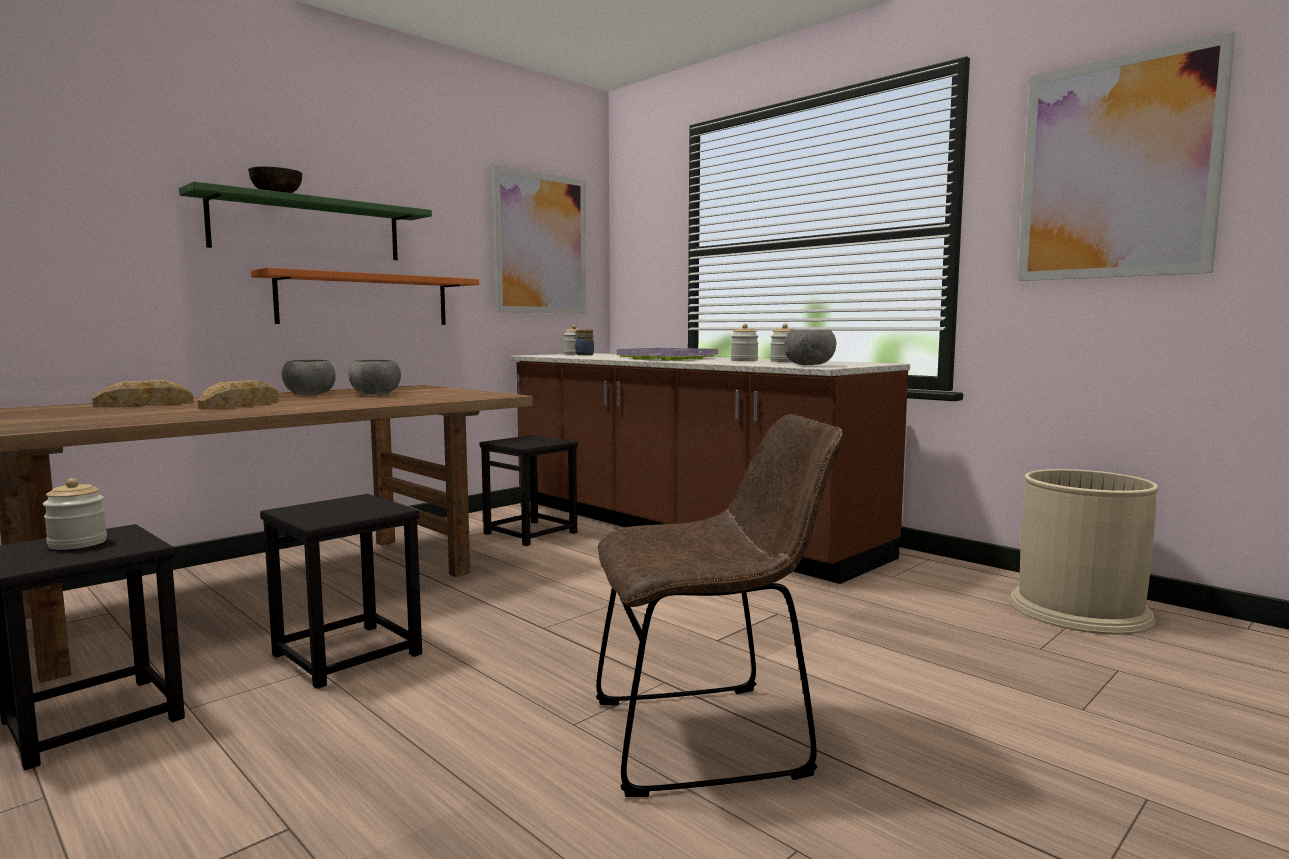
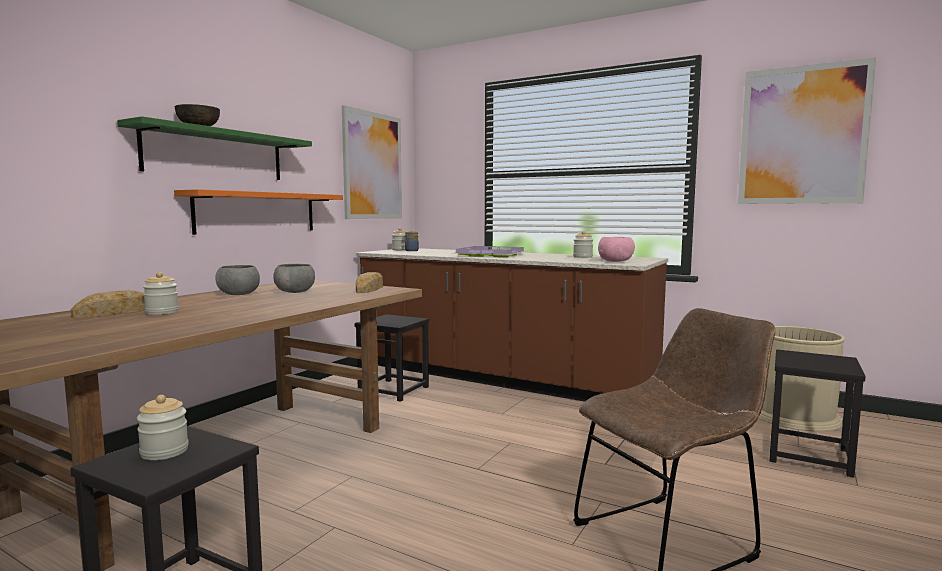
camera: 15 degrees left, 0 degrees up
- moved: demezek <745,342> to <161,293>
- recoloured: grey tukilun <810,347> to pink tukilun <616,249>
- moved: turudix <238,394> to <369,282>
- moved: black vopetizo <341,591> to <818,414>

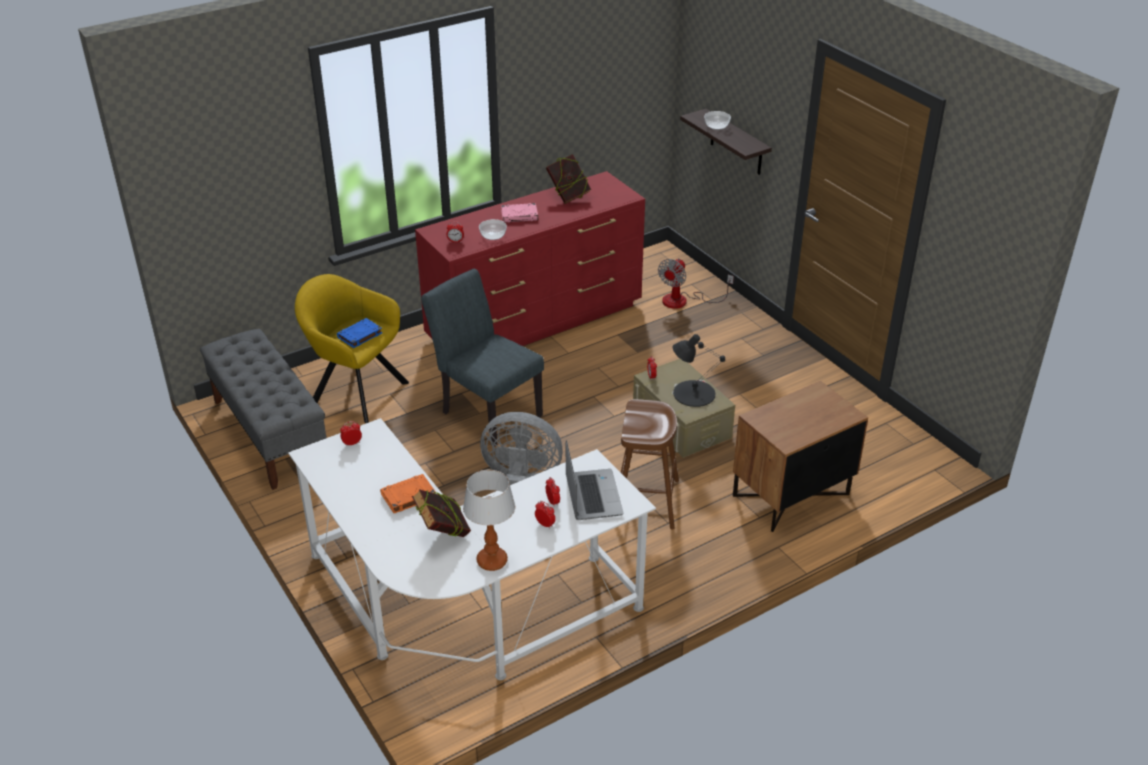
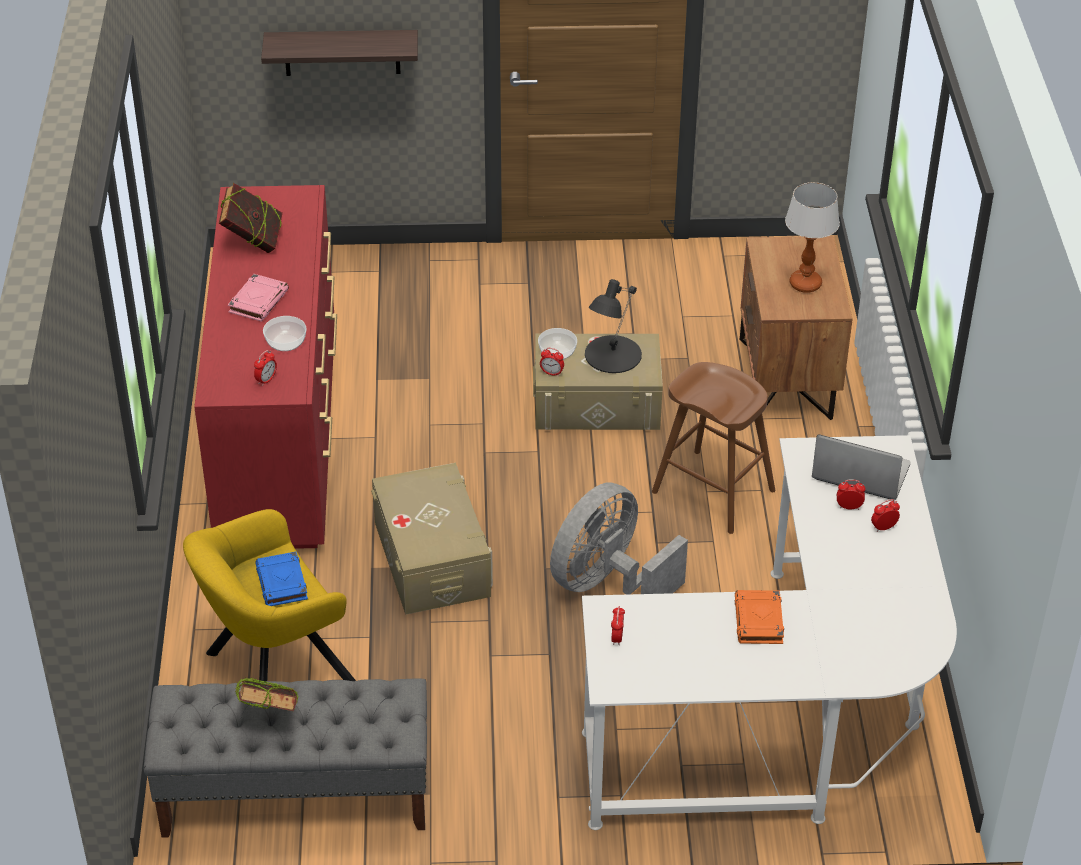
camera: 60 degrees left, 5 degrees up
- moved: tukilun <717,120> to <557,344>
- removed: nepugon <696,283>
- replaced: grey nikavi <482,357> to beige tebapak <432,539>
- moved: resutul <489,520> to <812,237>
- moved: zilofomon <441,513> to <266,694>

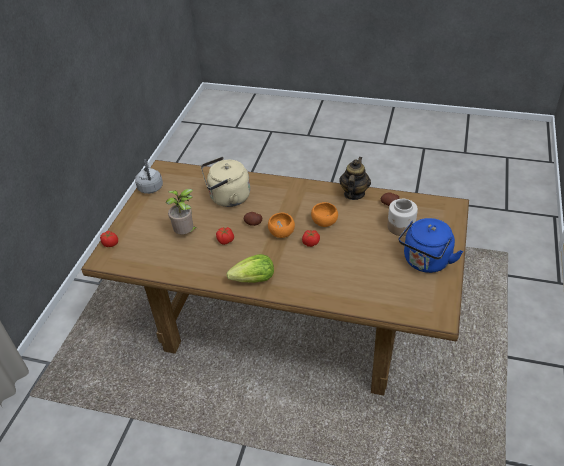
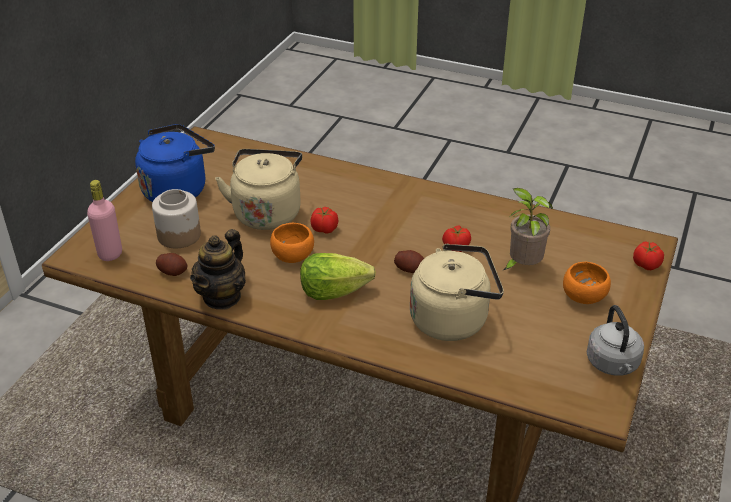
camera: 175 degrees left, 5 degrees down
- moved: orange tukilun <281,225> to <587,283>
- moved: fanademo <250,268> to <338,276>
- added: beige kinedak <258,189>
- added: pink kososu <104,220>

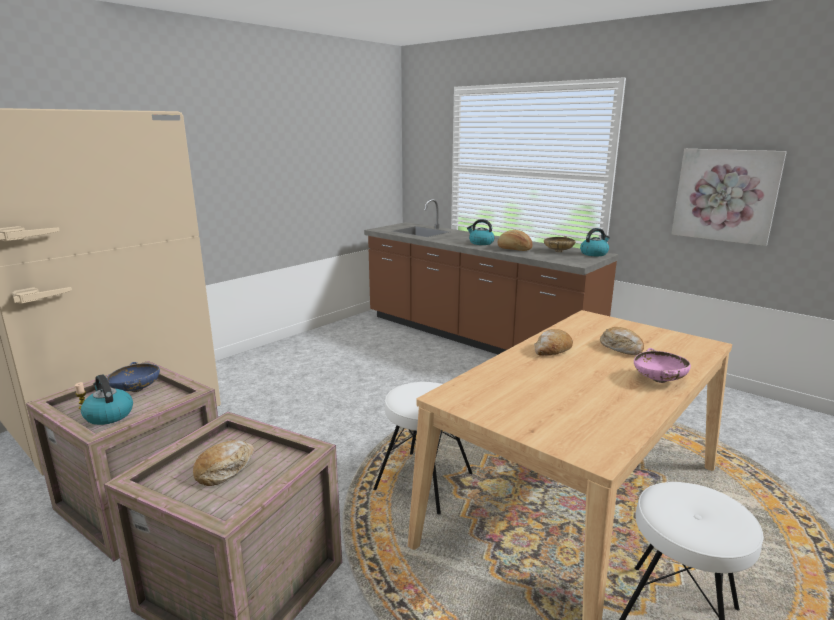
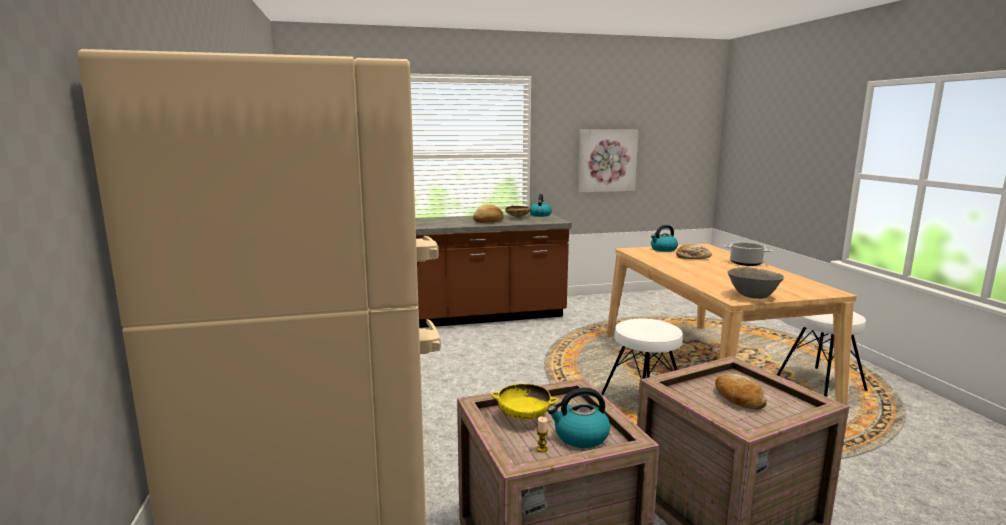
camera: 55 degrees left, 5 degrees down
- moved: kinedak <481,232> to <664,238>
- removed: turudix <553,342>
- replaced: pink tukilun <662,365> to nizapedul <748,254>
- recoloured: blue tukilun <133,377> to yellow tukilun <524,402>
- added: grey tukilun <755,283>

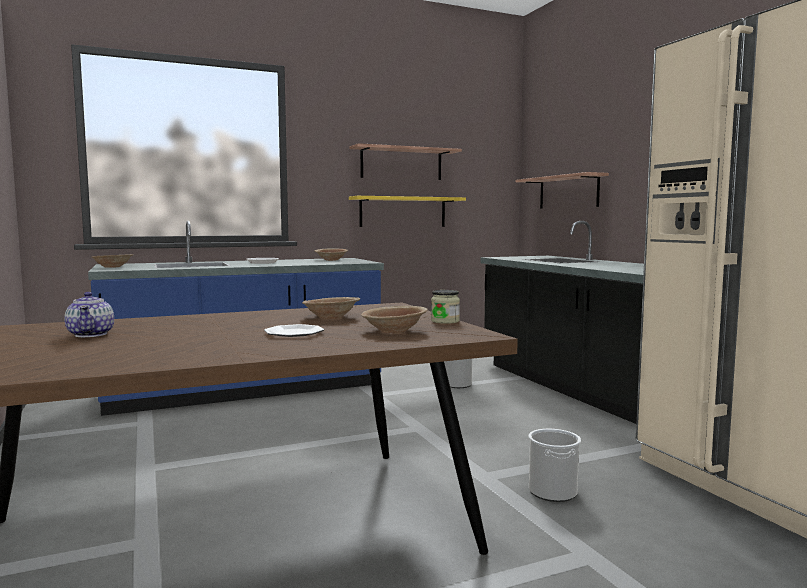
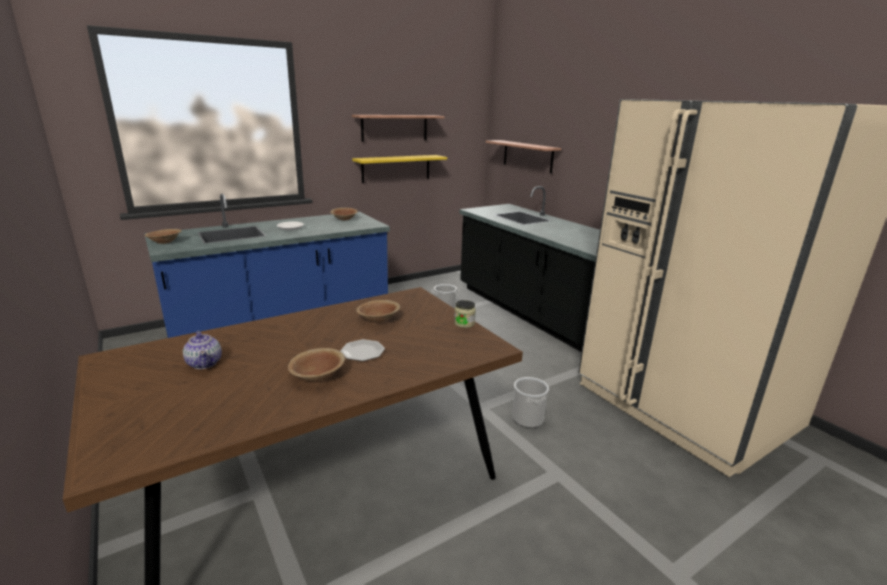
camera: 10 degrees left, 15 degrees up
- moved: brown tukilun <394,319> to <316,365>

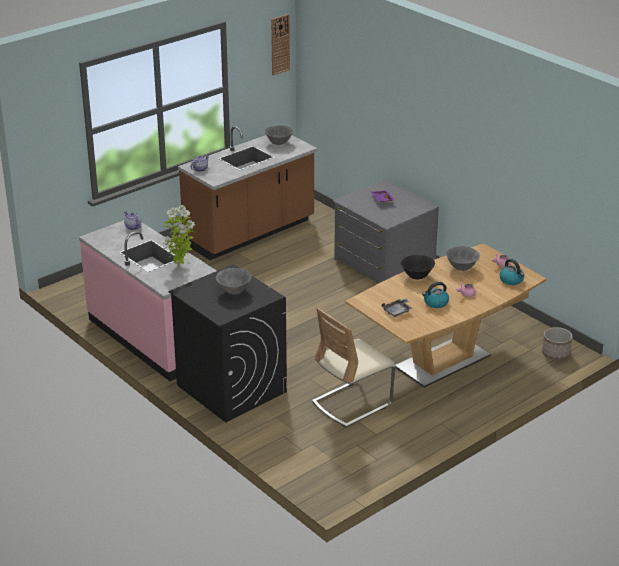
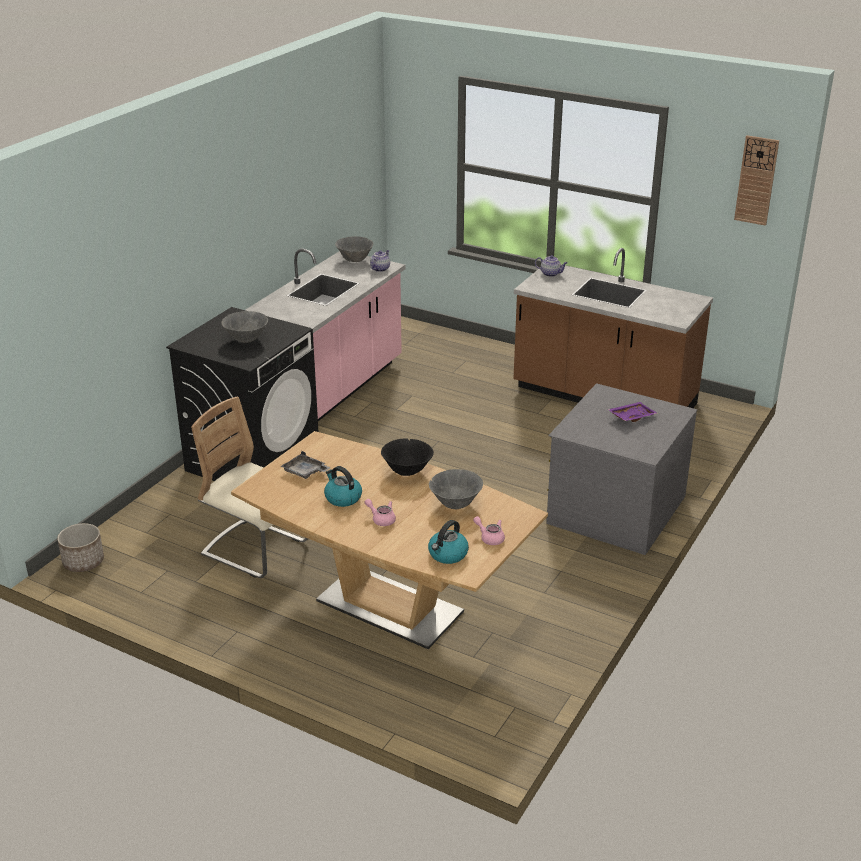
camera: 70 degrees right, 0 degrees up
- moved: grey tukilun <279,135> to <354,249>
- removed: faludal <178,236>
- moved: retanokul <557,343> to <80,547>

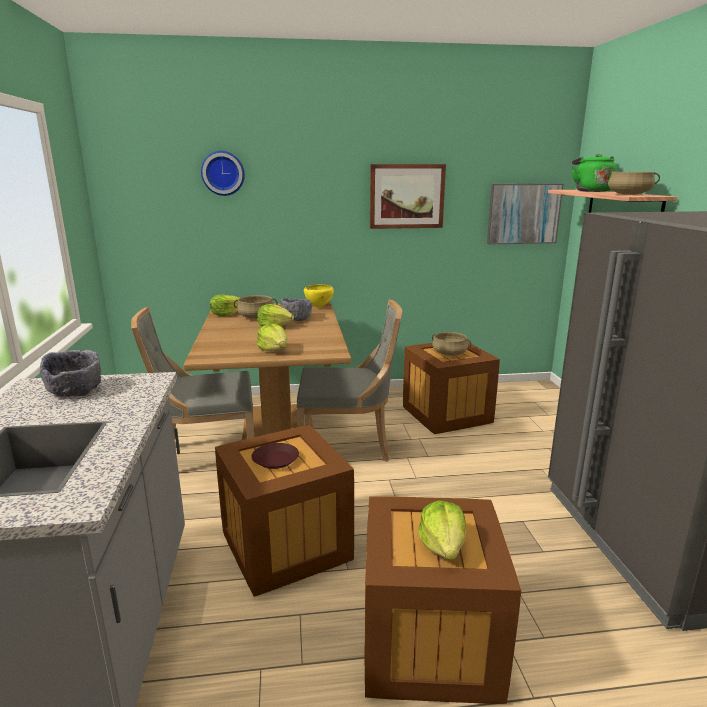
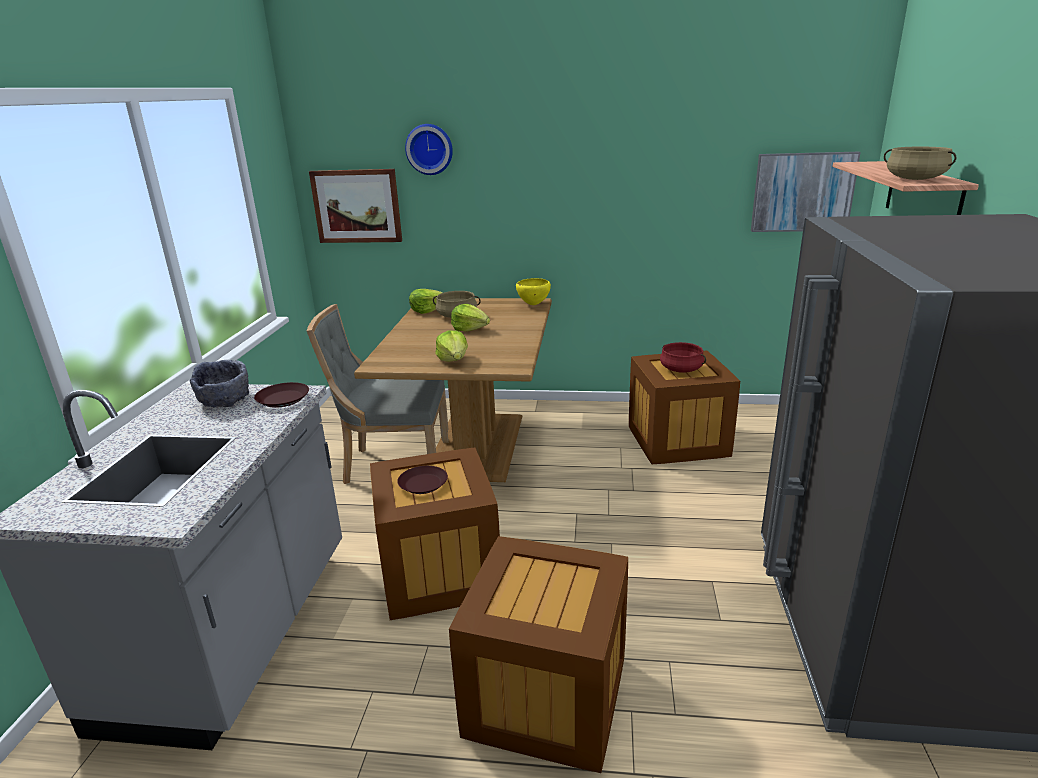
camera: 15 degrees right, 5 degrees up
- removed: green kinedak <594,173>
- moved: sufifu <408,196> to <355,206>
- removed: grey tukilun <296,309>
- removed: grey nikavi <349,381>
- recoloured: beige nizapedul <451,344> to red nizapedul <683,357>
- removed: fanademo <442,529>
- added: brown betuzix <281,395>

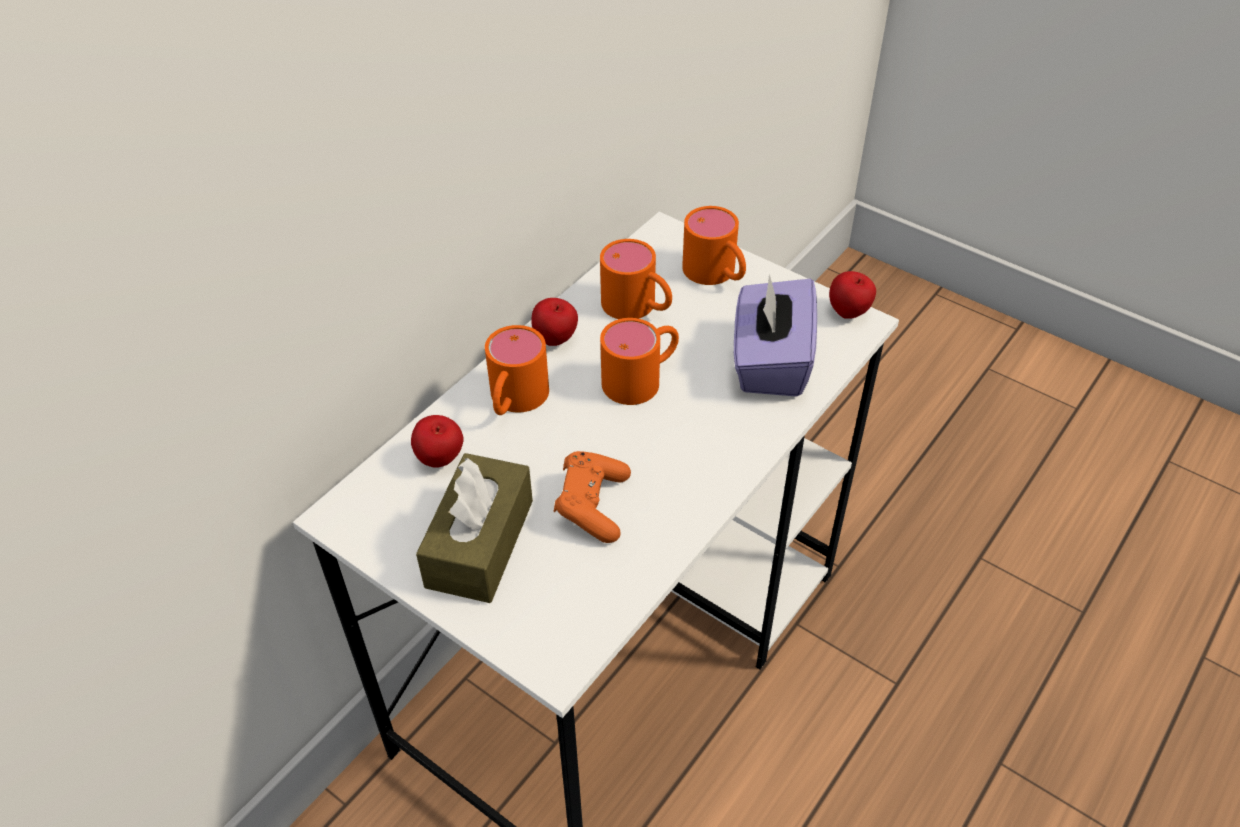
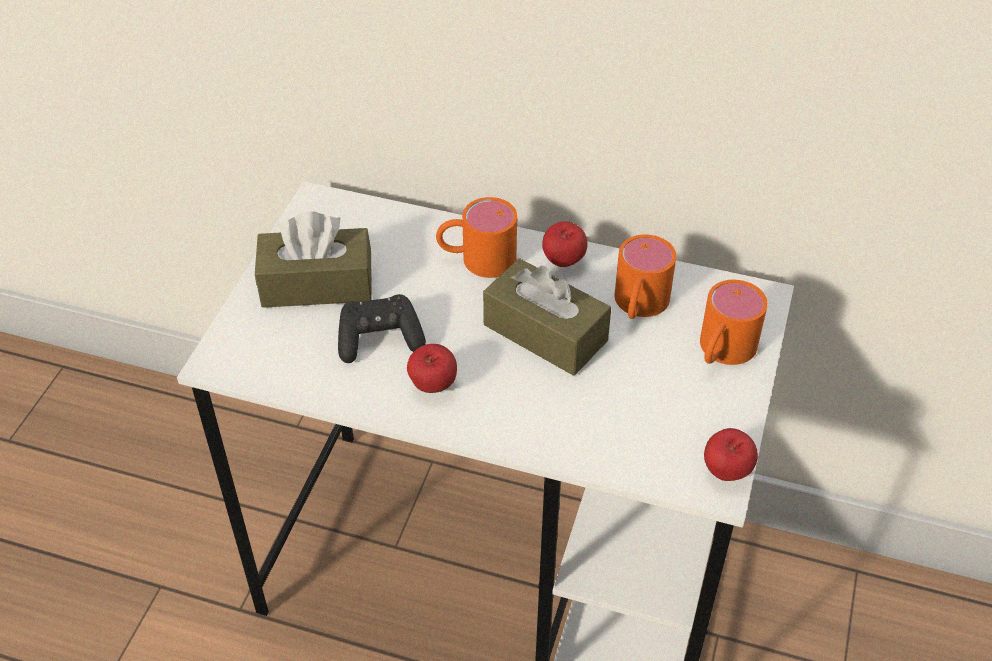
camera: 70 degrees right, 0 degrees up
- removed: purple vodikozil <775,335>
- replaced: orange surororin <639,361> to brown vodikozil <547,317>
- moved: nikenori <437,441> to <432,368>
- recoloured: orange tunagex <592,497> to black tunagex <382,328>

